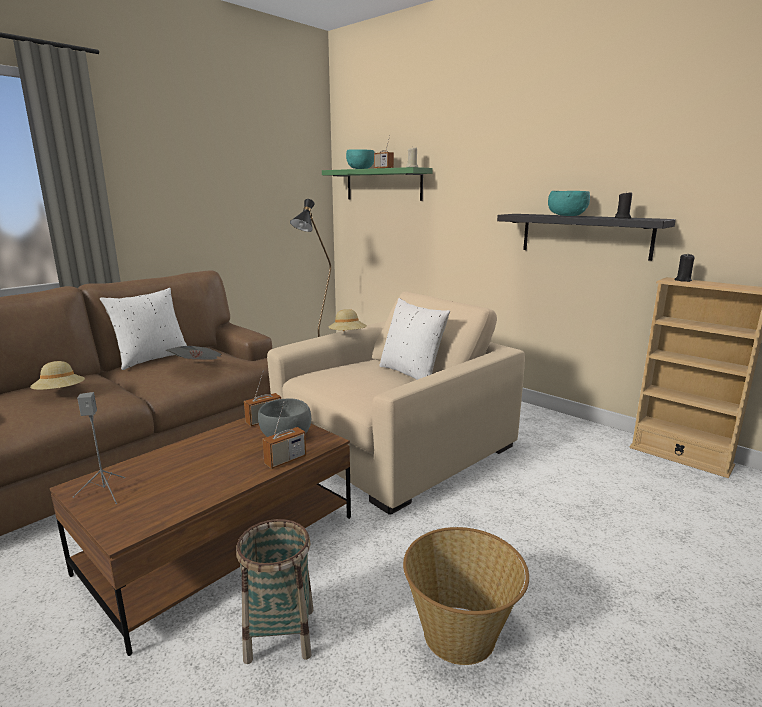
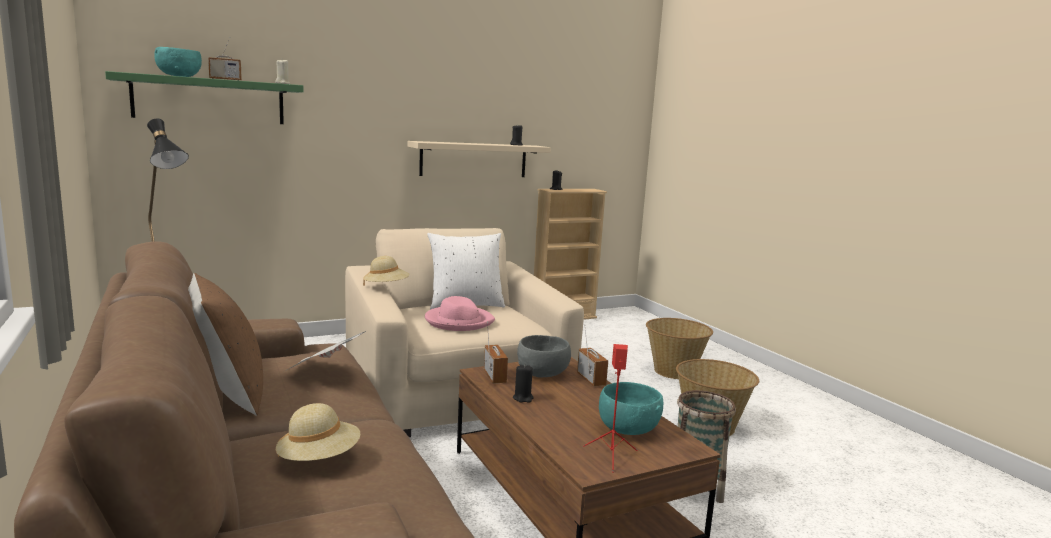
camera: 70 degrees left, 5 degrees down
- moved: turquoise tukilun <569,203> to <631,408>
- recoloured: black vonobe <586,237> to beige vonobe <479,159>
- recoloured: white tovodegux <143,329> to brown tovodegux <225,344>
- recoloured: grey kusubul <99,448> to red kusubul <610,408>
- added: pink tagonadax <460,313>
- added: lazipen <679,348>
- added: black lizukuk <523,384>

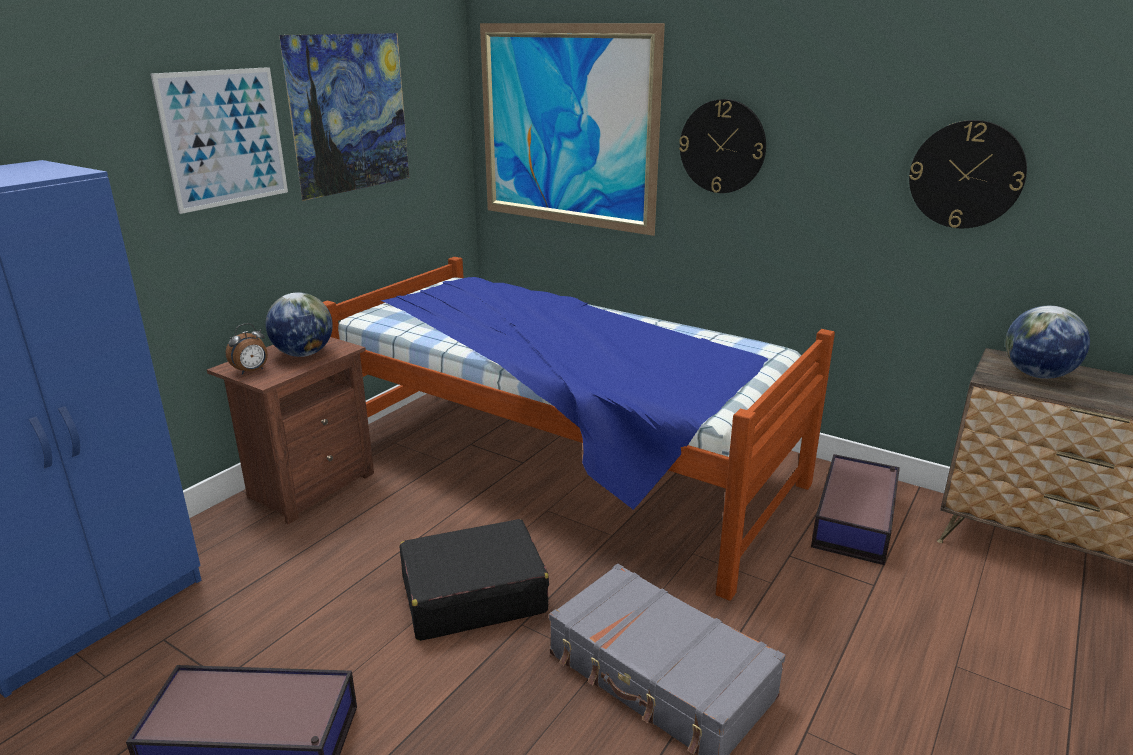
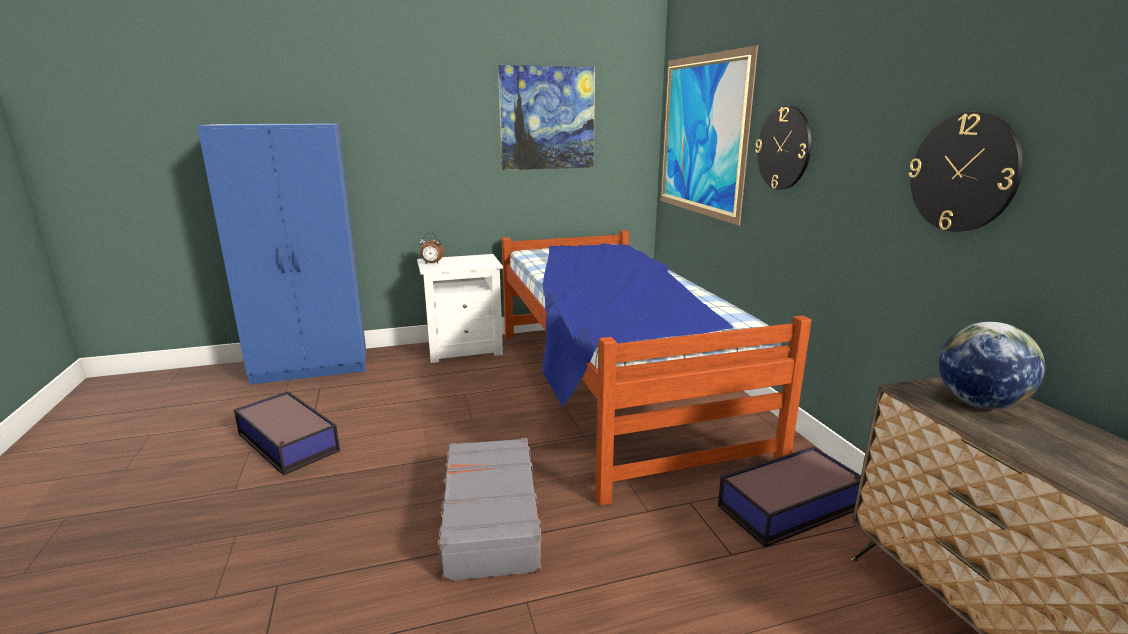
camera: 40 degrees right, 5 degrees down
- removed: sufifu <219,140>
- removed: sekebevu <299,324>
- recoloured: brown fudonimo <290,430> to white fudonimo <460,308>
- removed: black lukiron <474,580>

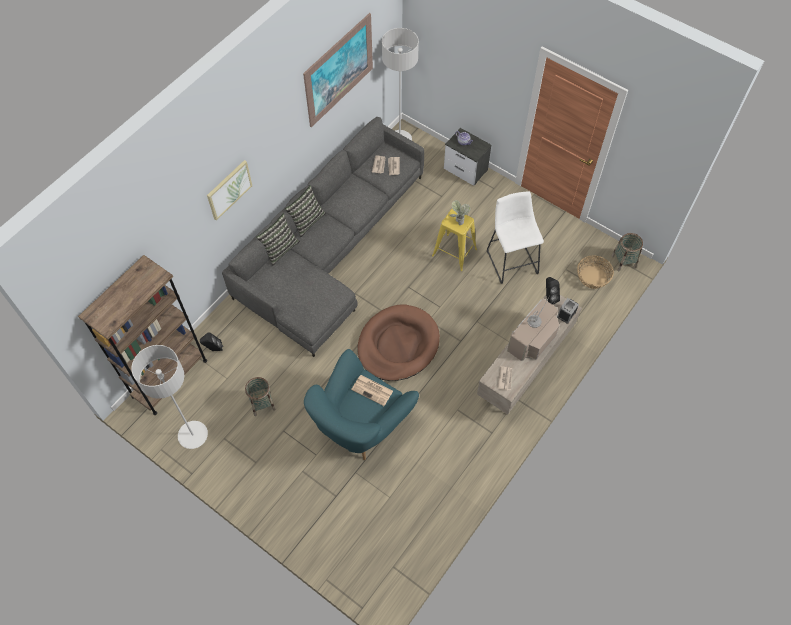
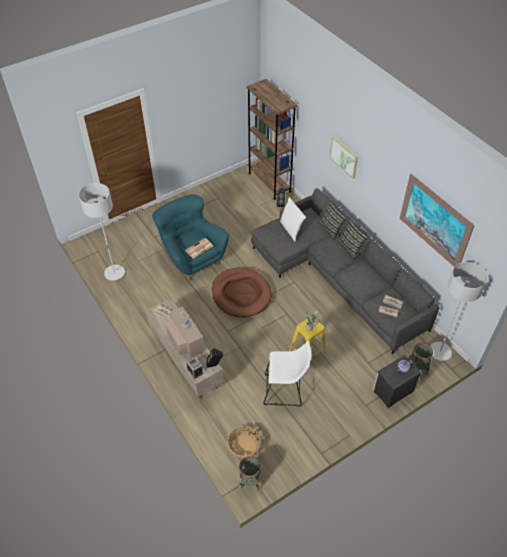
camera: 110 degrees right, 10 degrees down
- moved: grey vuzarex <170,397> to <102,231>
- moved: lazipen <260,396> to <421,359>
- added: white tovodegux <293,219>

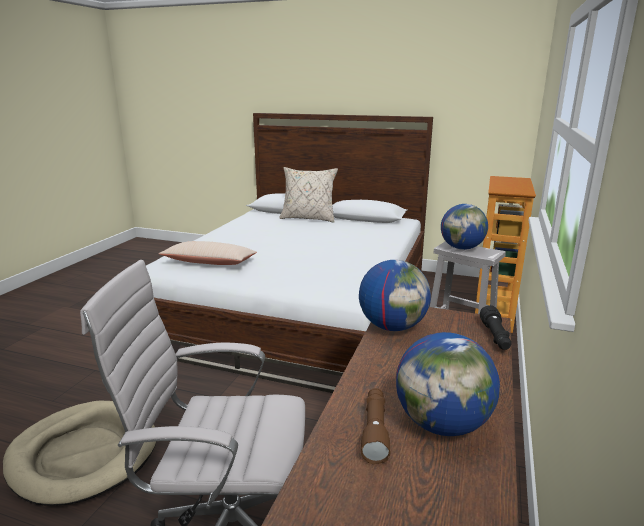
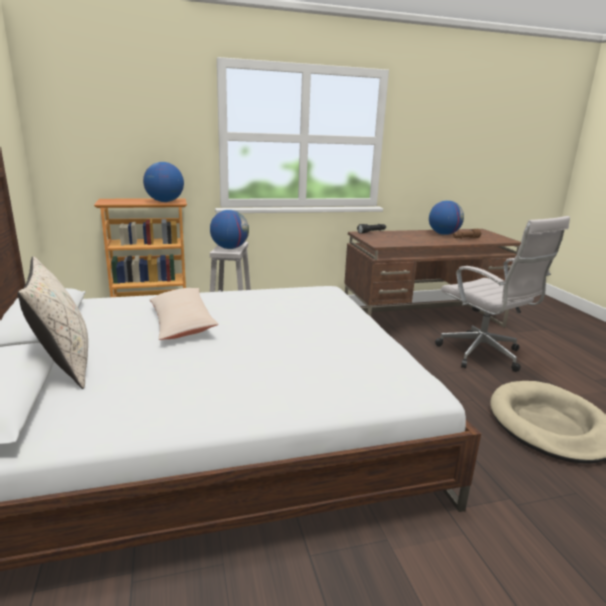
camera: 125 degrees left, 0 degrees up
- moved: beige tovodegux <207,253> to <184,314>
- moved: sekebevu <395,295> to <163,182>

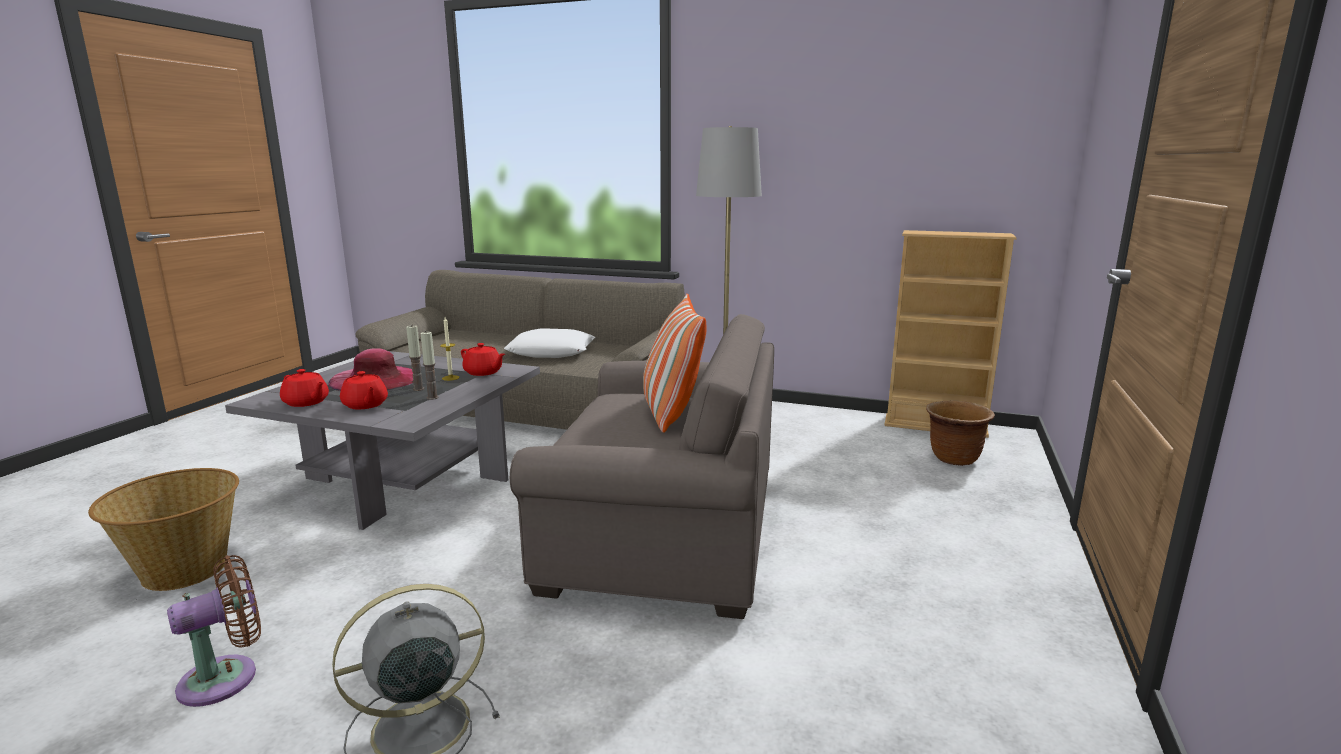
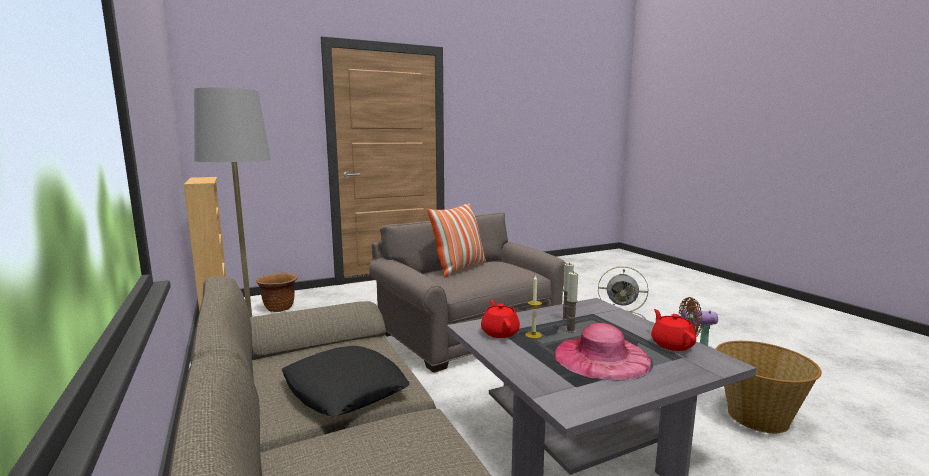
camera: 135 degrees left, 5 degrees down
- recoloured: white tovodegux <549,343> to black tovodegux <345,381>
- removed: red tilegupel <364,390>

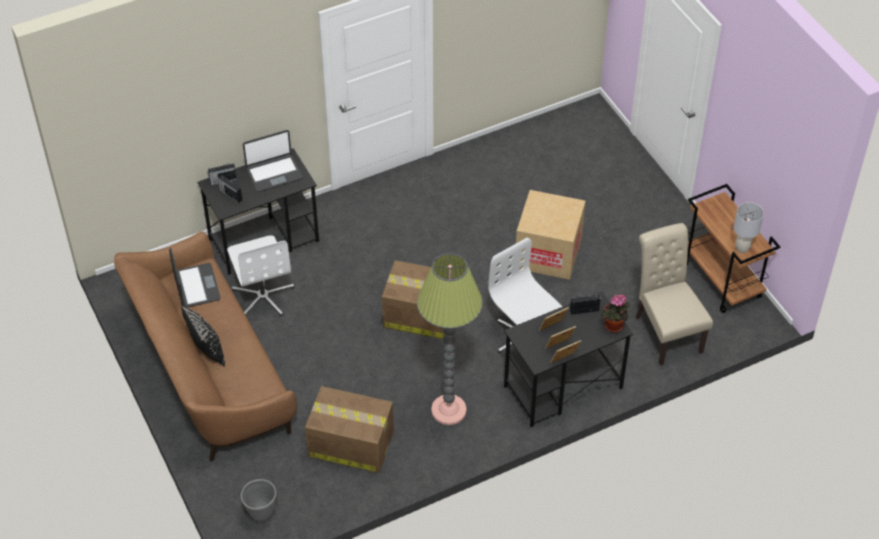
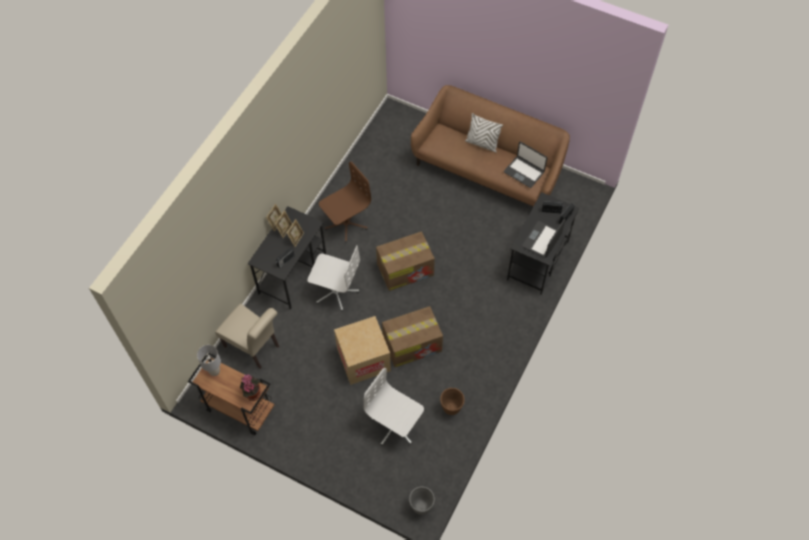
camera: 145 degrees right, 10 degrees up
- moved: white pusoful <261,275> to <393,406>
- replaced: vuzarex <450,339> to brown pusoful <345,202>
- moved: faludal <615,313> to <250,387>
- recoloured: black tovodegux <203,335> to white tovodegux <484,132>
- moved: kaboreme <349,429> to <412,336>
- moved: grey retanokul <258,500> to <422,500>
- added: brown retanokul <452,401>

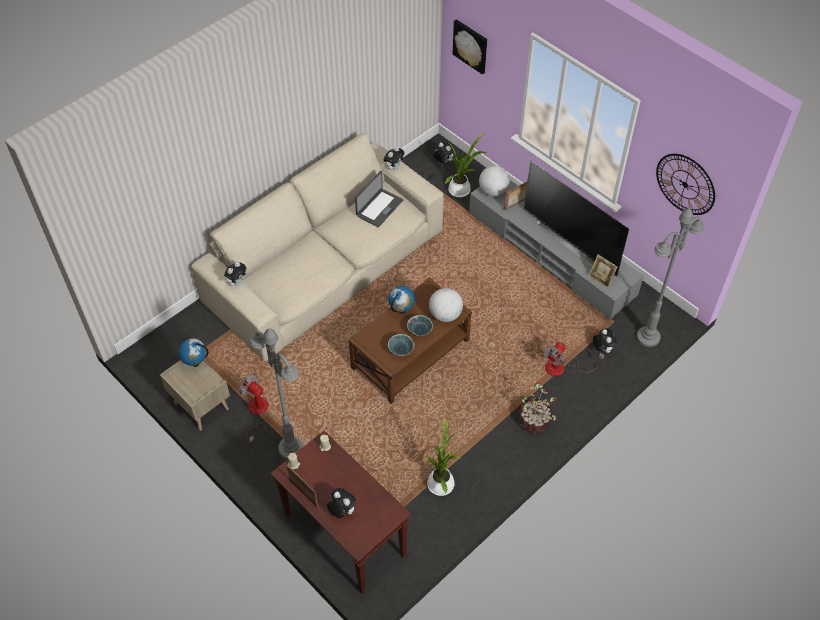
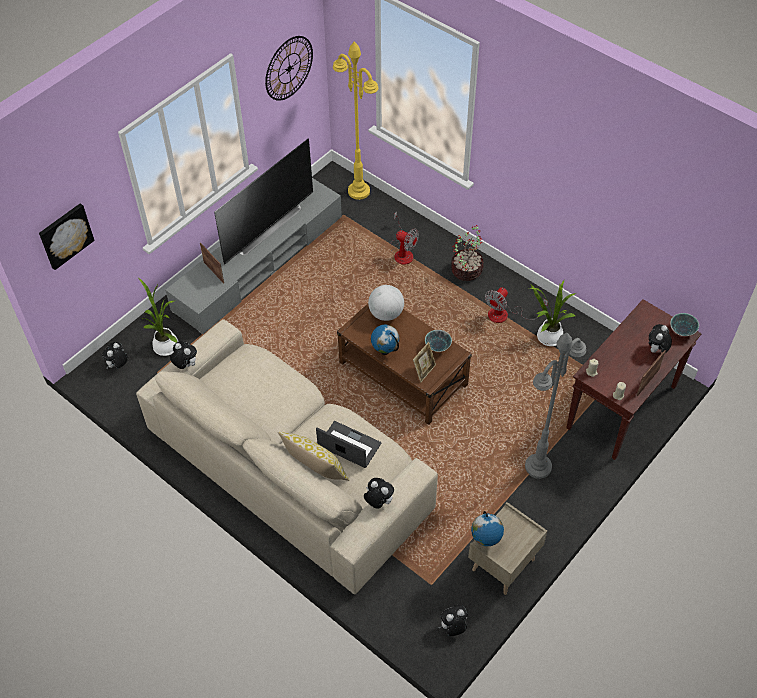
camera: 95 degrees left, 0 degrees up
- removed: sekebevu <494,181>
- moved: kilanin <379,199> to <348,444>
- recoloured: grey vuzarex <670,277> to yellow vuzarex <355,121>
- moved: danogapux <603,271> to <424,362>
- moved: tukilun <420,325> to <684,324>
- moved: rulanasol <605,340> to <453,620>
- moved: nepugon <254,408> to <516,305>
- added: tovodegux <313,456>

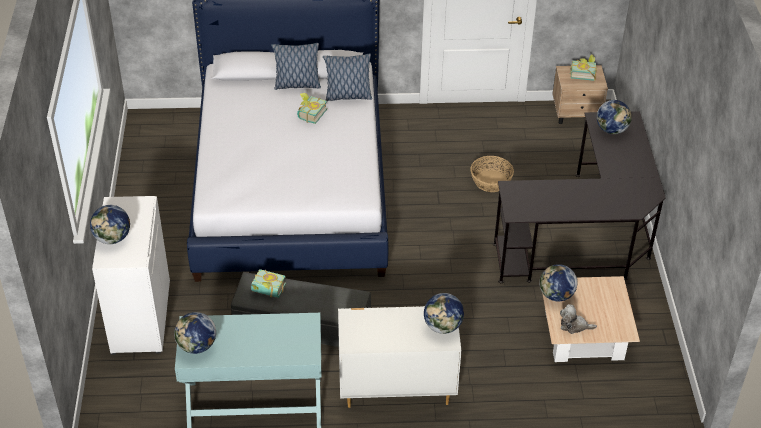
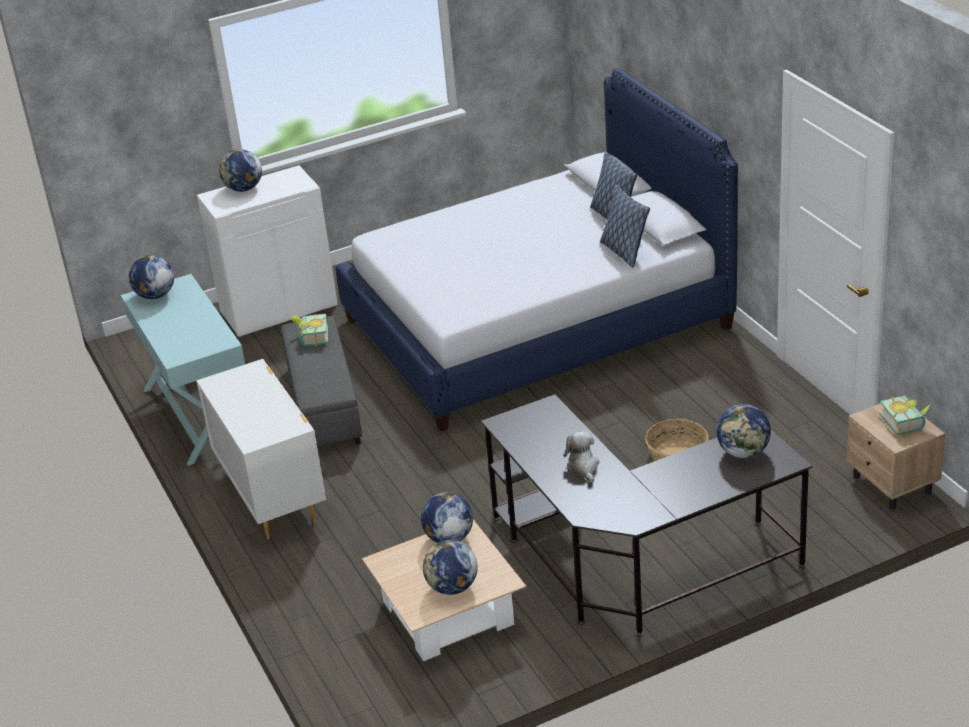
camera: 70 degrees right, 10 degrees down
- removed: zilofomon <312,108>
- moved: sekebevu <444,313> to <450,567>
- moved: rulanasol <578,319> to <581,457>

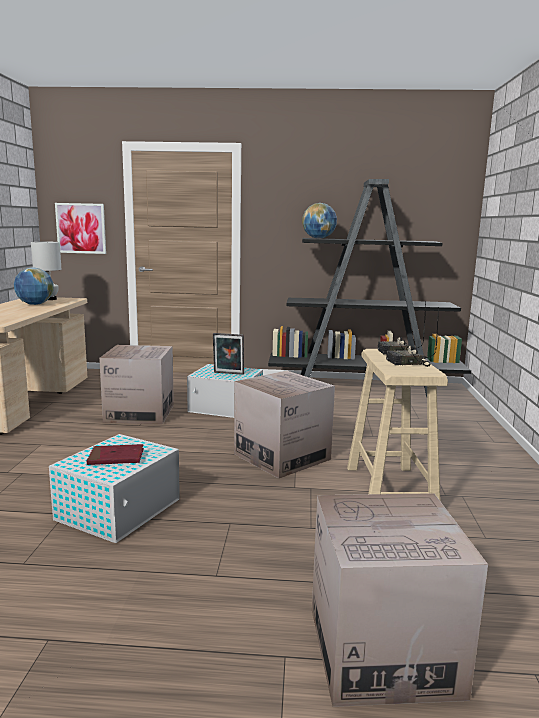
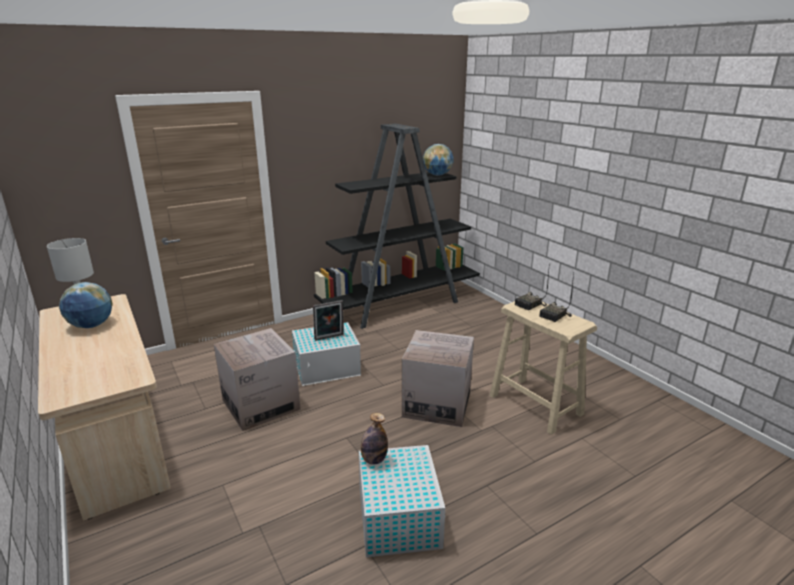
camera: 35 degrees left, 10 degrees up
- removed: sufifu <80,228>
- moved: sekebevu <319,221> to <438,159>
- removed: red zilofomon <115,454>
- removed: kaboreme <400,600>
- added: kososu <374,439>

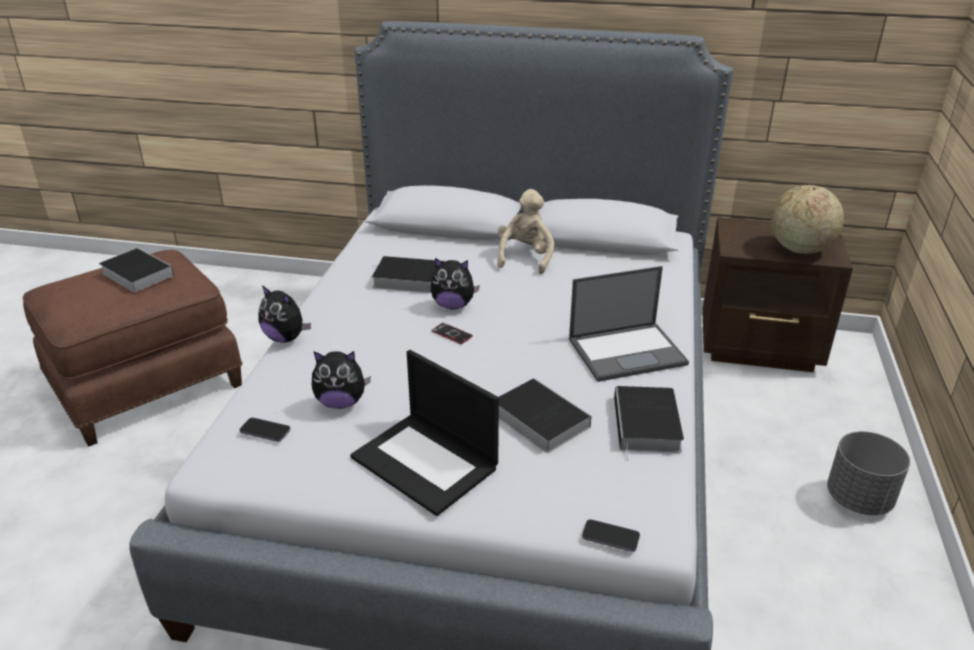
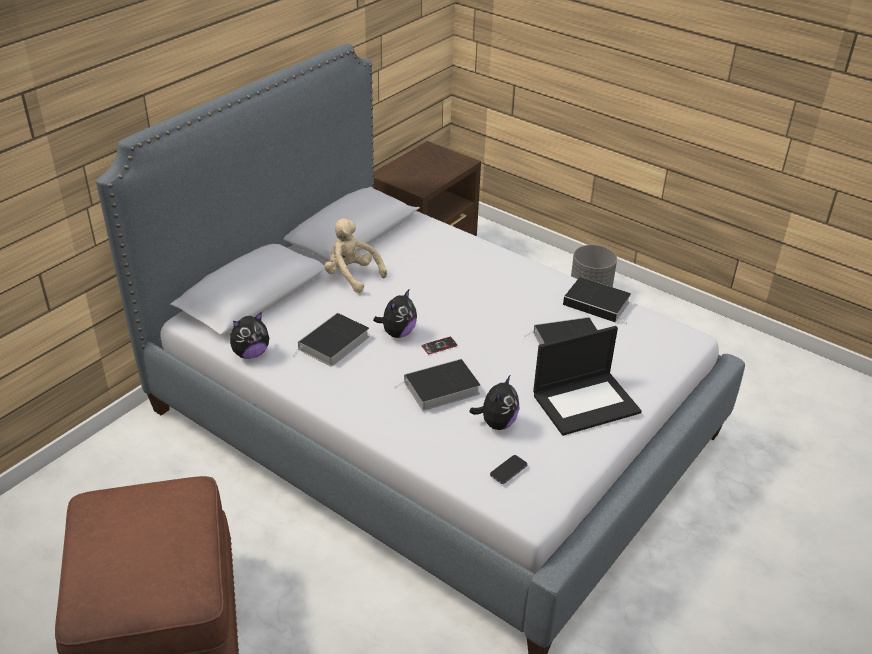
camera: 65 degrees left, 5 degrees up
- removed: sekebevu <807,219>
- moved: zilofomon <136,270> to <437,385>
- removed: kilanin <629,324>
- moved: rulanasol <285,314> to <249,335>
- removed: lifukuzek <611,535>

